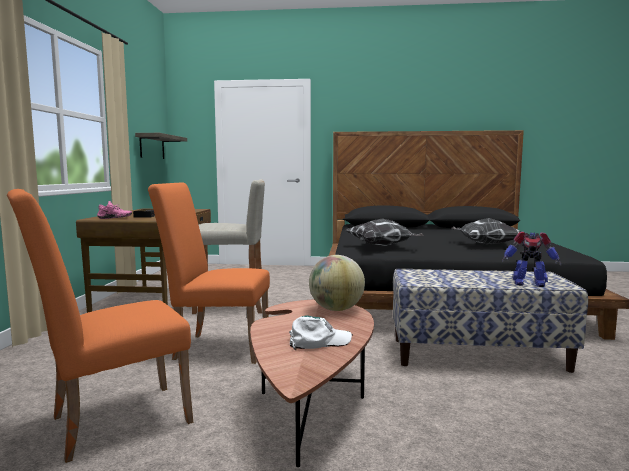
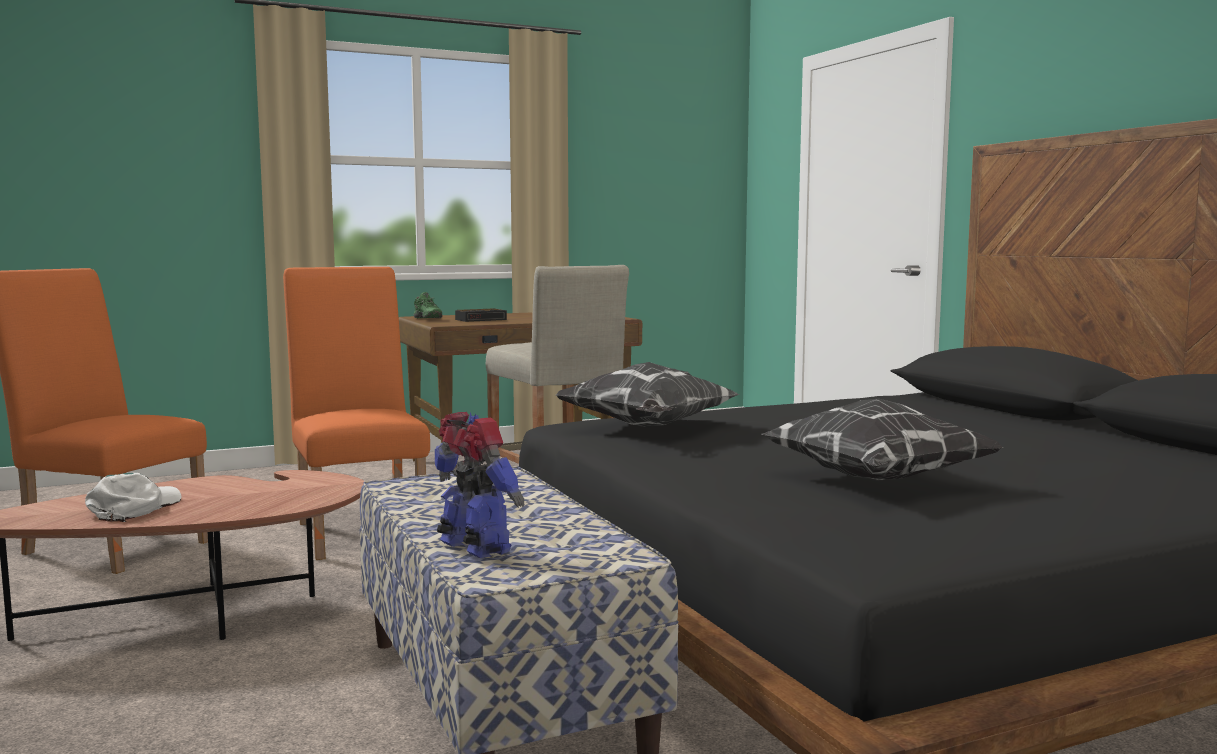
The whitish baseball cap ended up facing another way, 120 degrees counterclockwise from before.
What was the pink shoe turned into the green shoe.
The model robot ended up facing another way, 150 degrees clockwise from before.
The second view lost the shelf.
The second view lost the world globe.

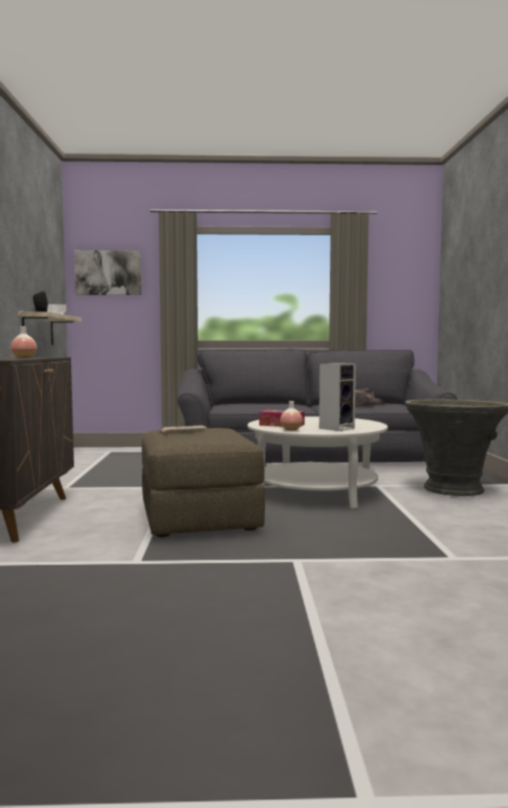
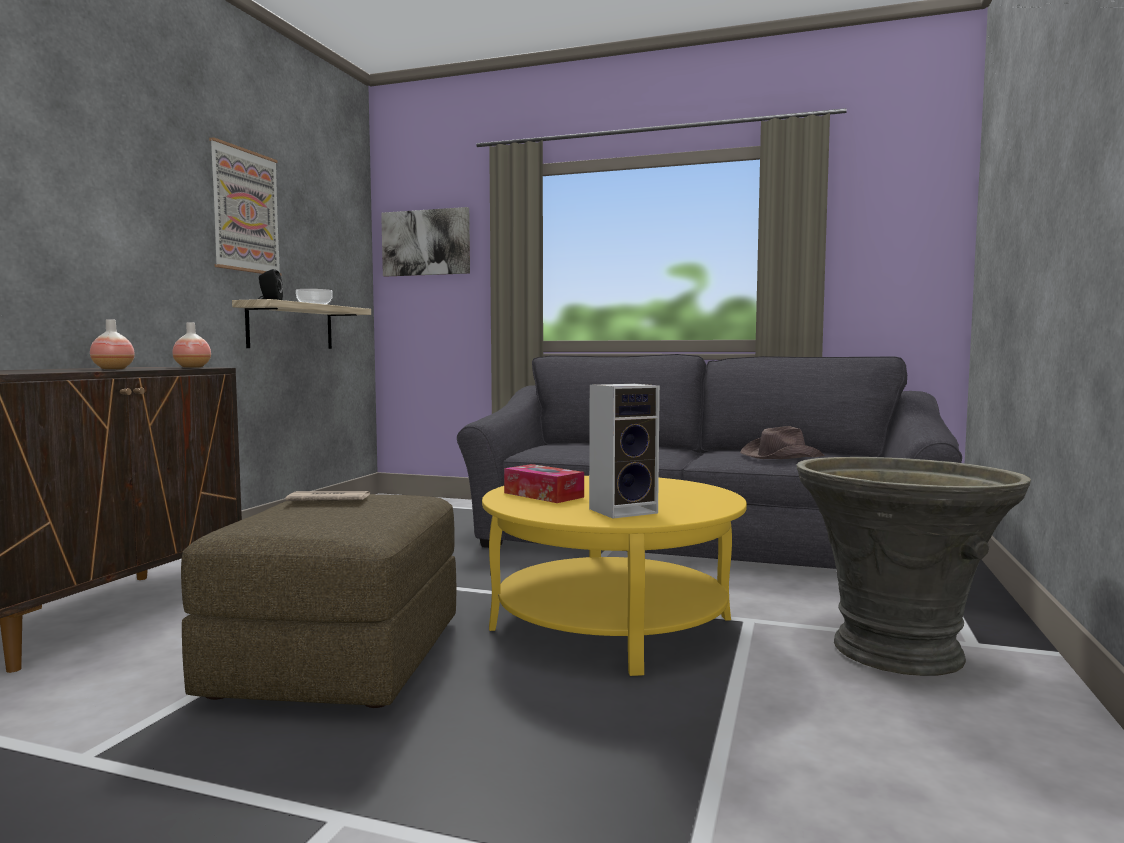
The decorative vase (no. 2 from left) ended up elsewhere.
The second view gained the wall art (no. 1 from left).
What was the whitish lounge table turned into the yellow lounge table.

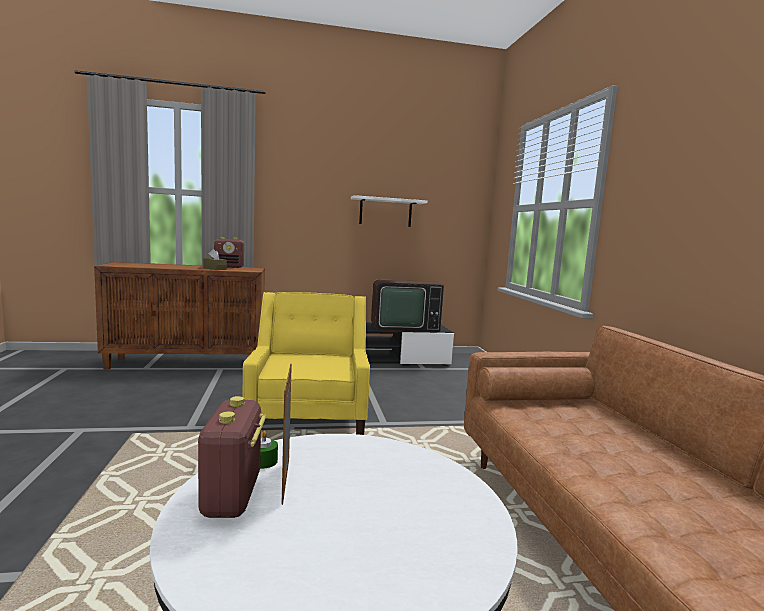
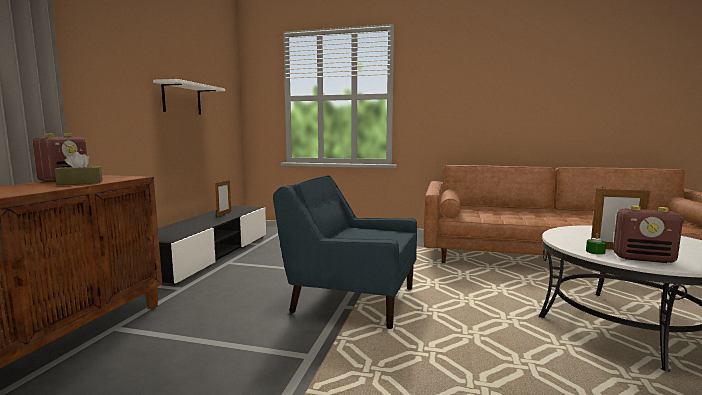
Where the TV set stood, the photo frame (no. 1 from left) came to stand.
What was the yellow easy chair turned into the bluish easy chair.

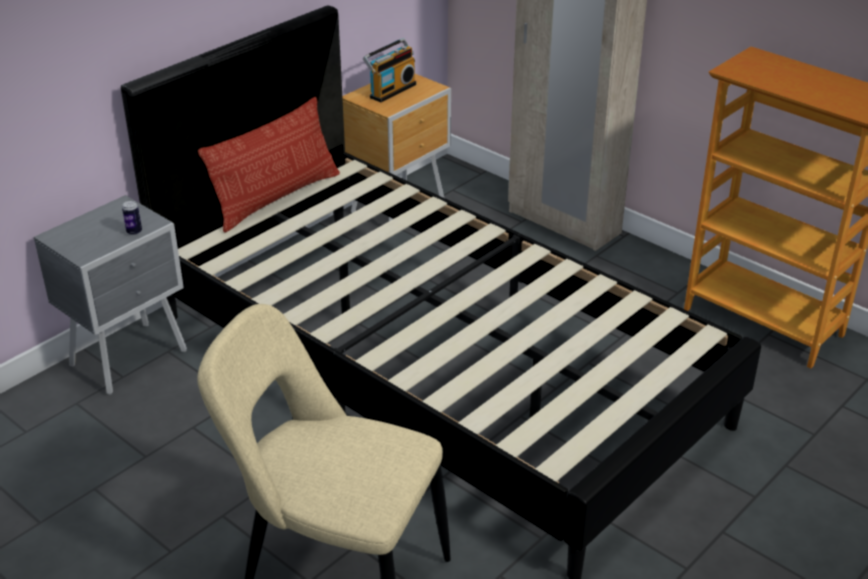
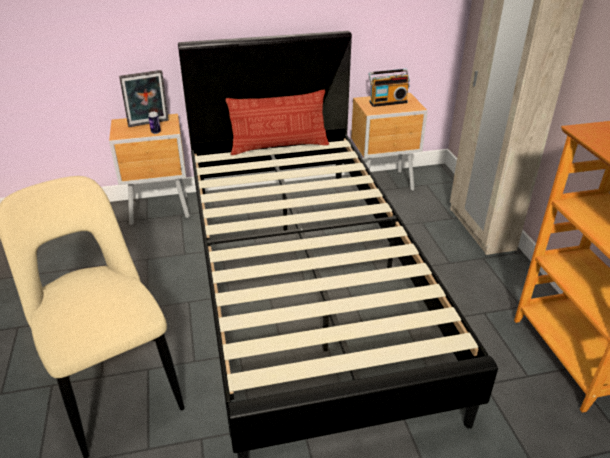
What was the gray bedside table turned into the brown-coloured bedside table (no. 1 from left).
The second view gained the photo frame.

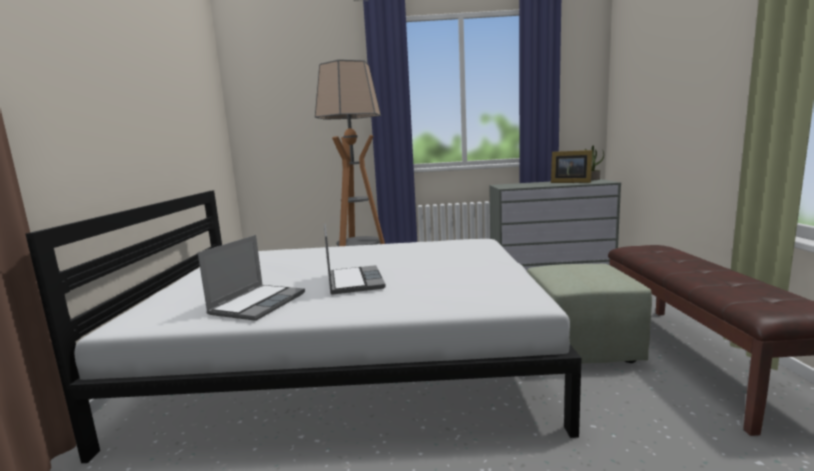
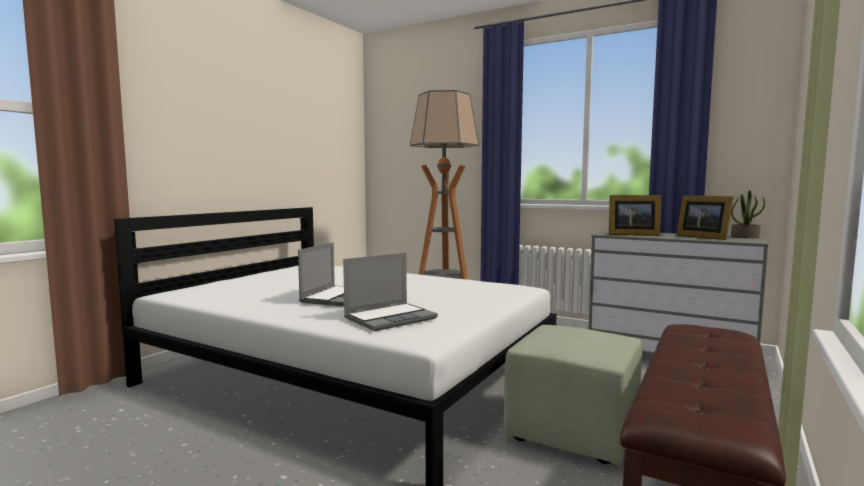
The laptop (no. 1 from left in the first image) ended up elsewhere.
The second view gained the photo frame (no. 1 from left).

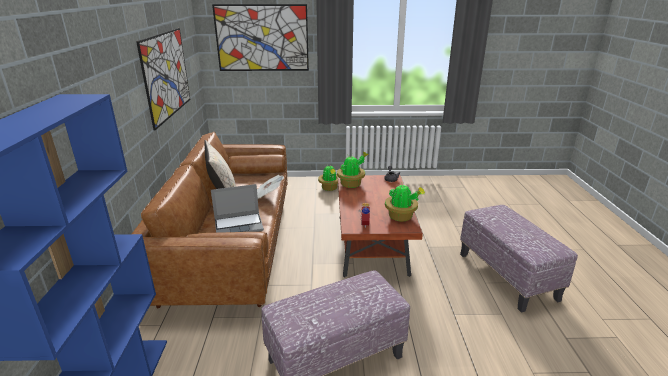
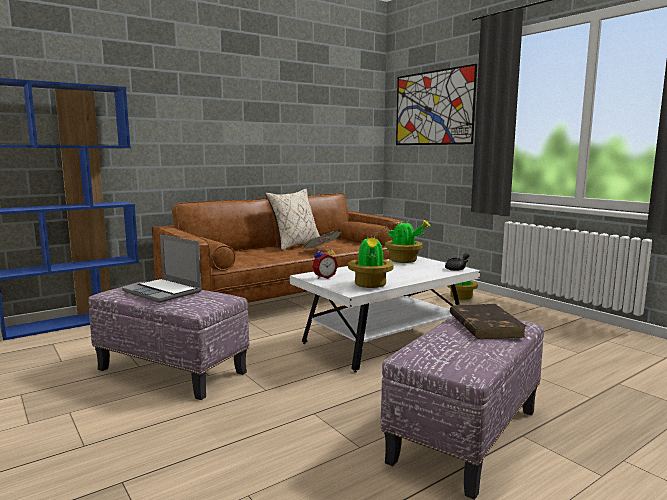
The laptop ended up elsewhere.
What was the brown-coloured lounge table turned into the whitish lounge table.
The second view gained the brown-coloured volume.
The second view lost the wall art (no. 1 from left).

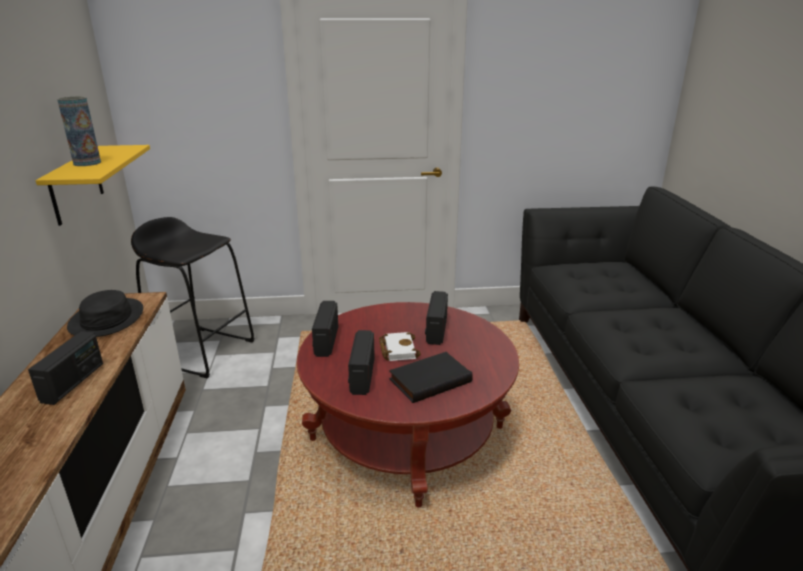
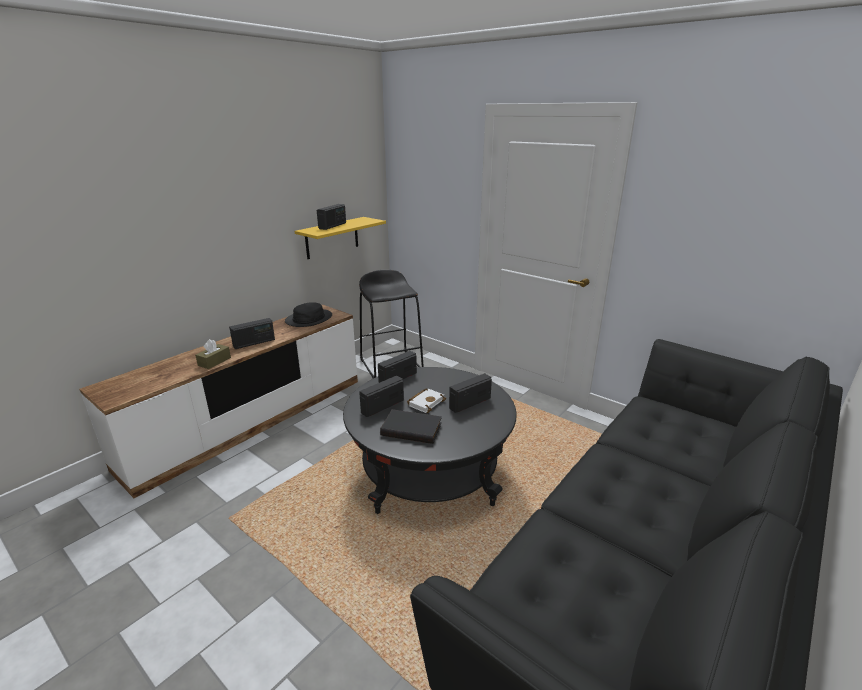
The second view gained the brown-coloured tissue box.
Where the decorative vase stood, the radio (no. 2 from left) came to stand.
What was the red lounge table turned into the black-coloured lounge table.

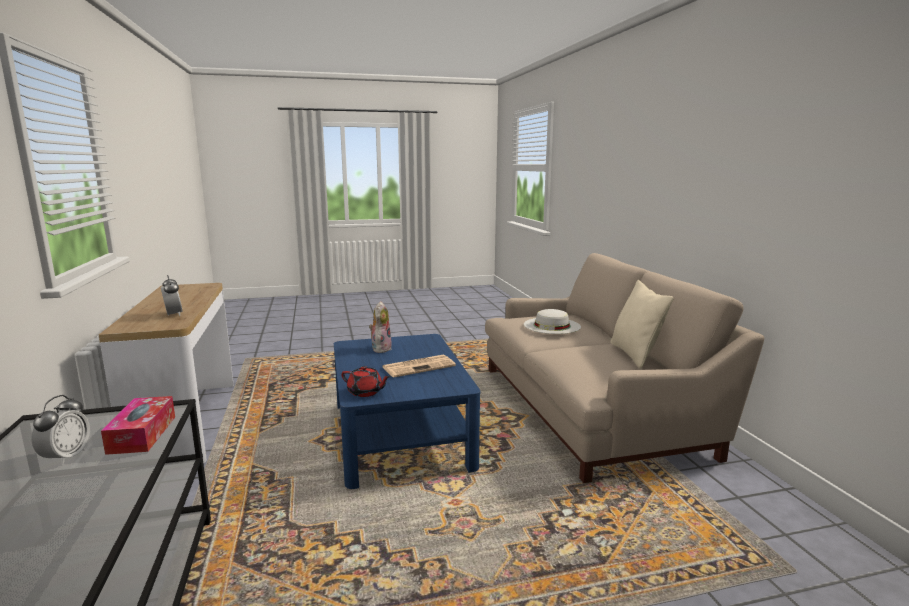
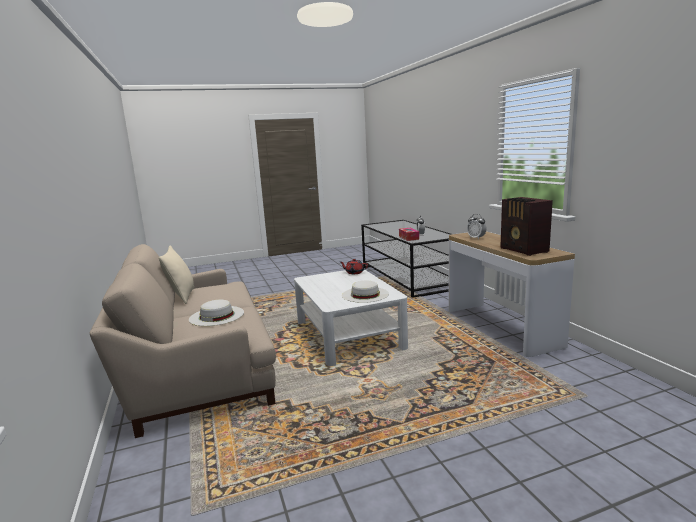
What was the bluish lounge table turned into the whitish lounge table.
Where the cuddly toy stood, the whitish hat (no. 2 from left) came to stand.
The second view gained the radio.
The second view lost the newspaper.

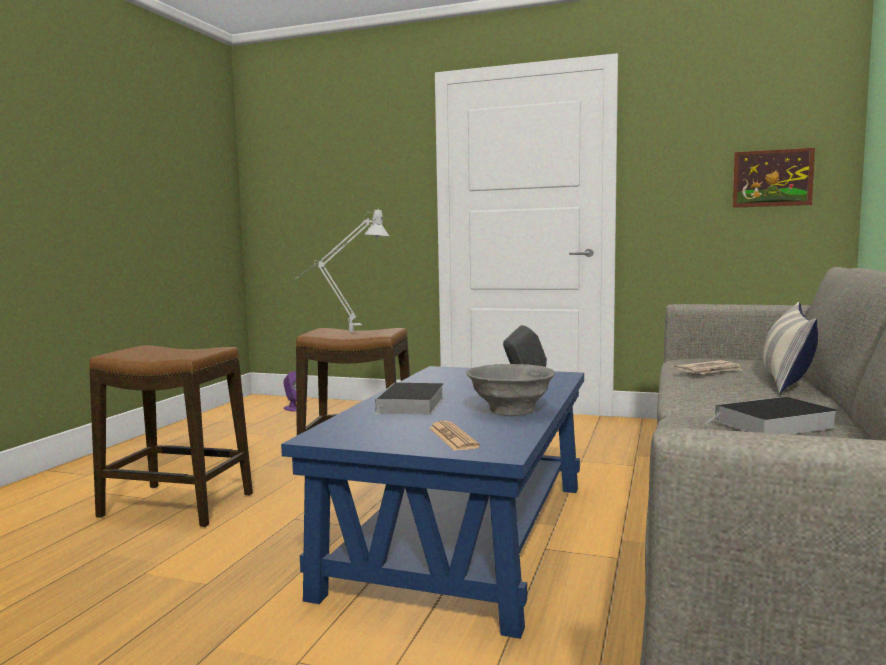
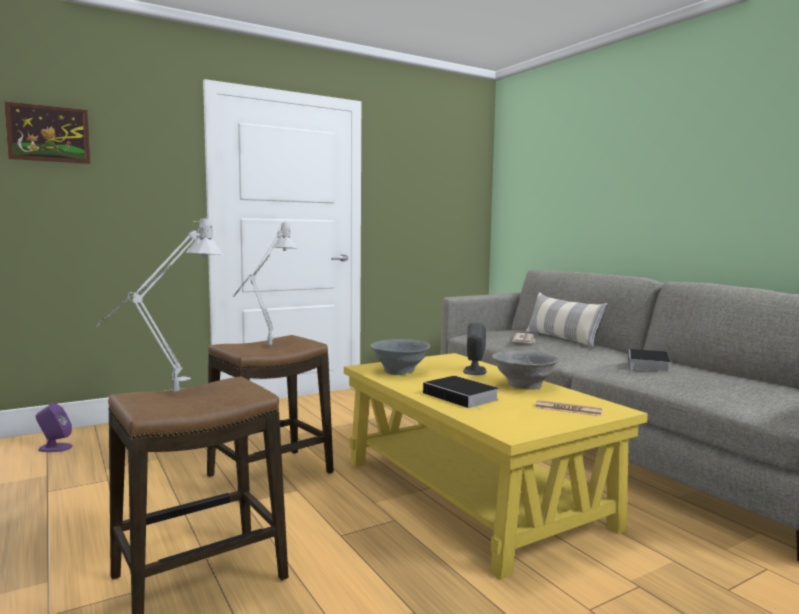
The wall art ended up elsewhere.
The second view gained the gray lamp for a table (no. 1 from left).
What was the bluish lounge table turned into the yellow lounge table.
The second view gained the gray deep dish (no. 1 from left).

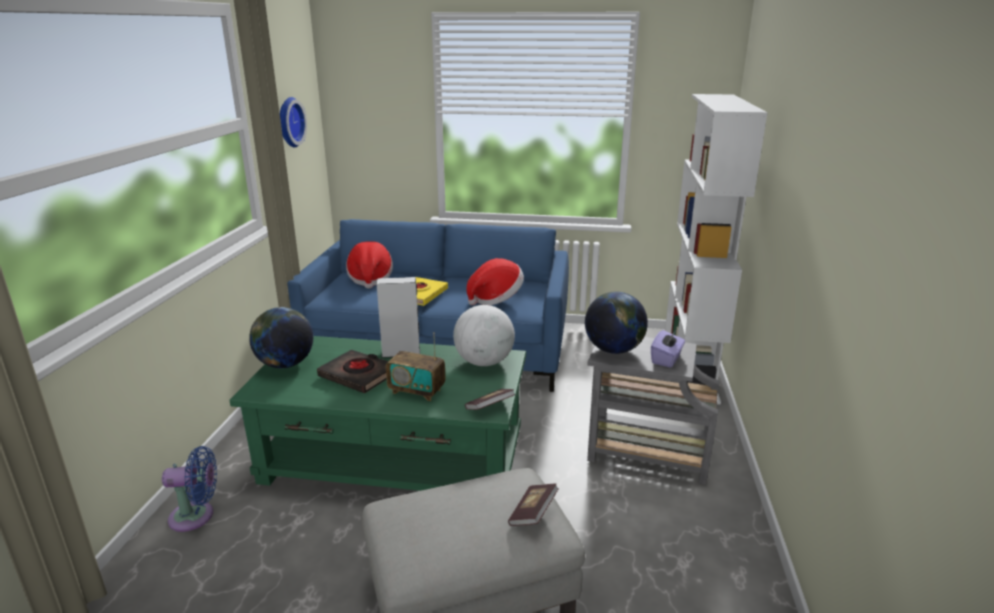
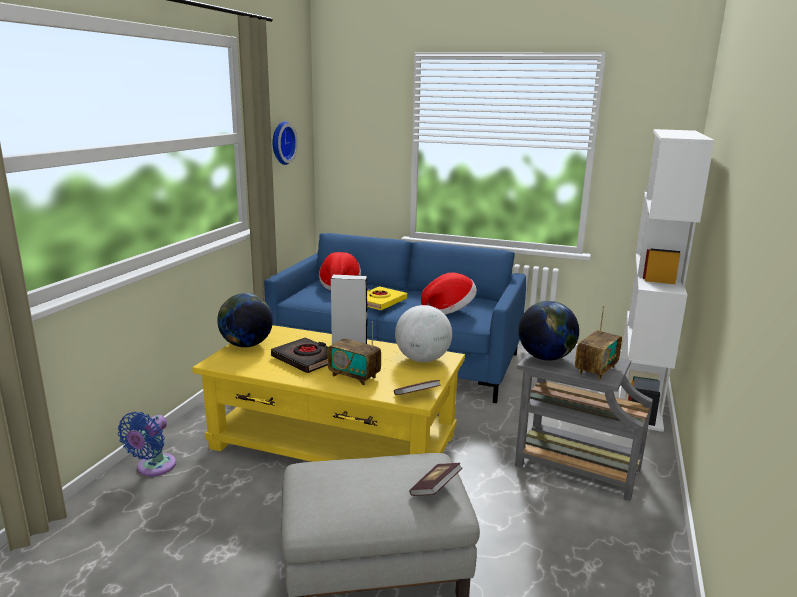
The bluish cooling fan ended up facing another way, 105 degrees clockwise from before.
What was the green lounge table turned into the yellow lounge table.
Where the purplish tissue box stood, the radio (no. 2 from left) came to stand.

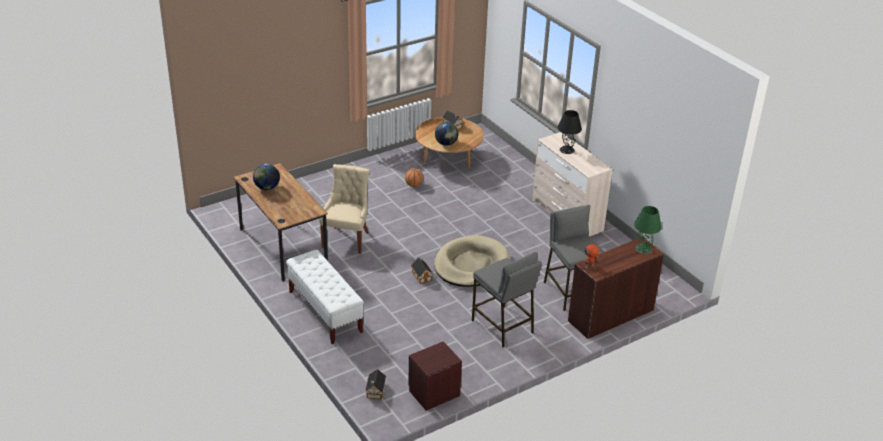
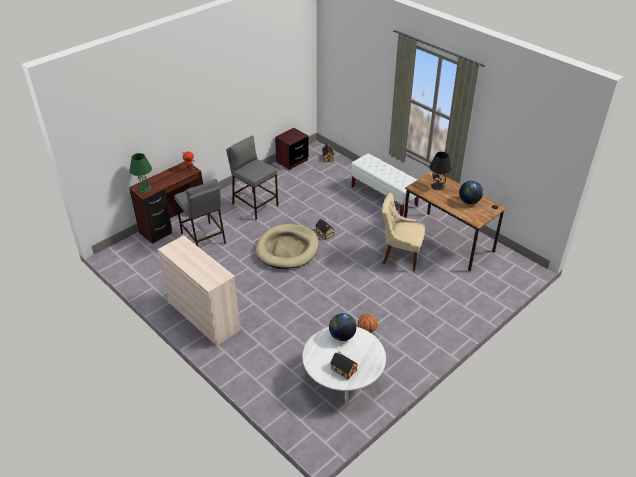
What was the brown-coloured lounge table turned into the whitish lounge table.
The sand-coloured plain chair ended up facing another way, 105 degrees clockwise from before.
The black-coloured lamp for a table ended up elsewhere.

